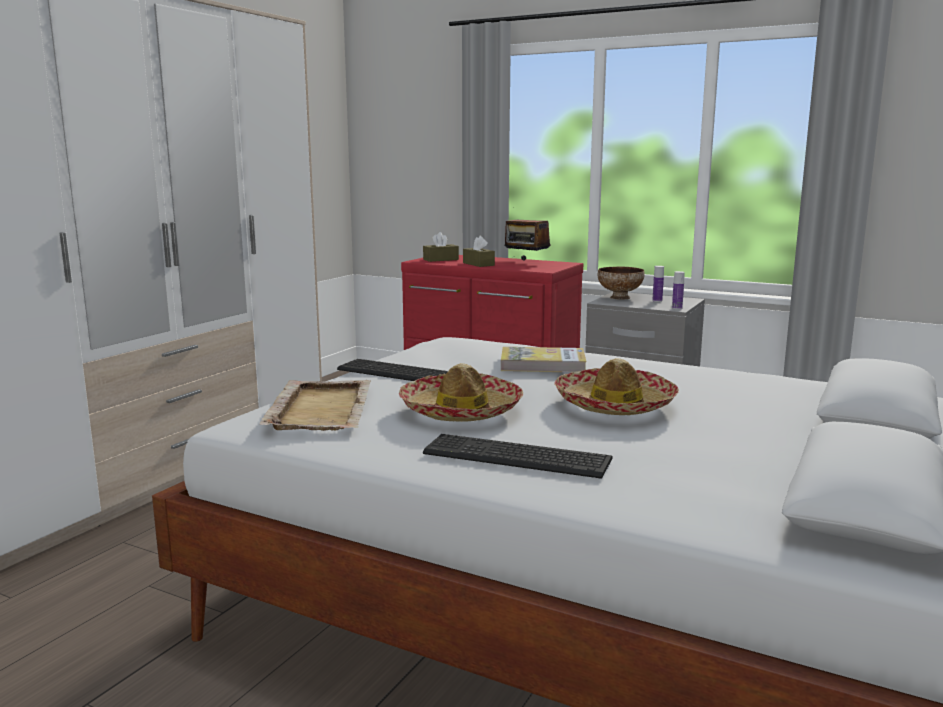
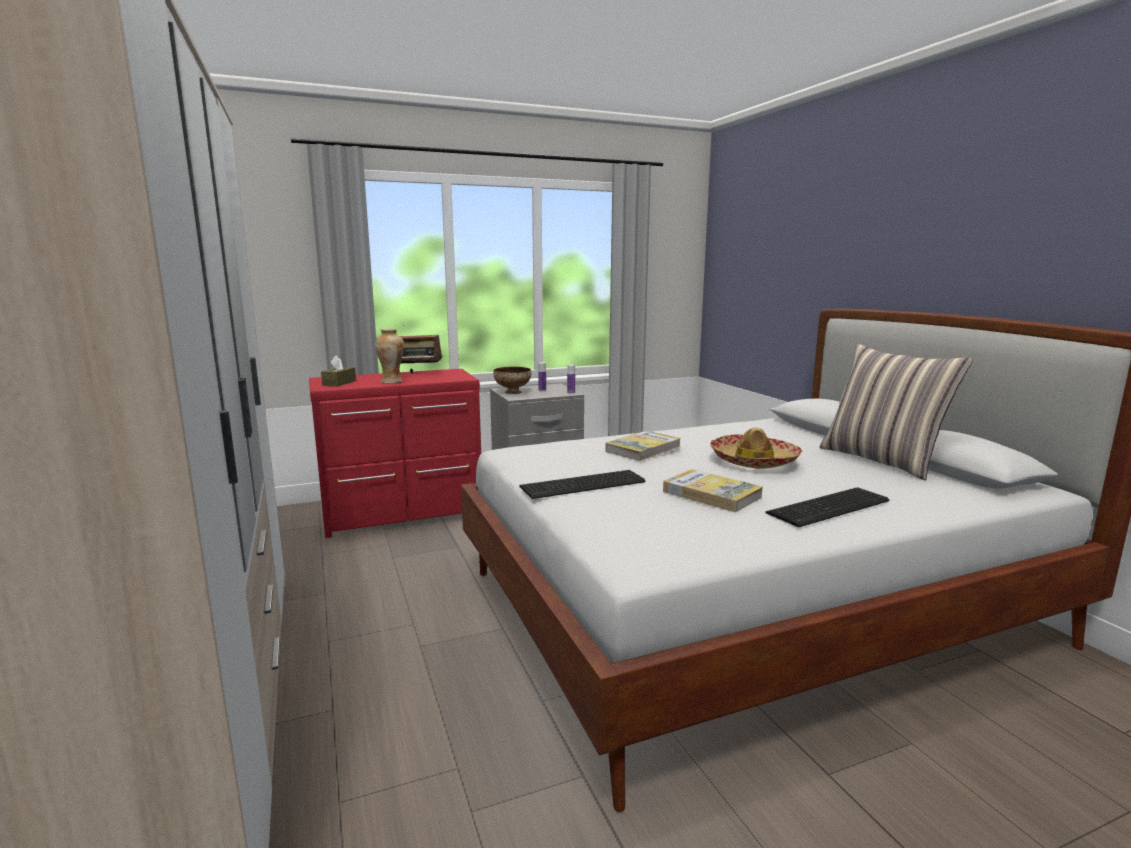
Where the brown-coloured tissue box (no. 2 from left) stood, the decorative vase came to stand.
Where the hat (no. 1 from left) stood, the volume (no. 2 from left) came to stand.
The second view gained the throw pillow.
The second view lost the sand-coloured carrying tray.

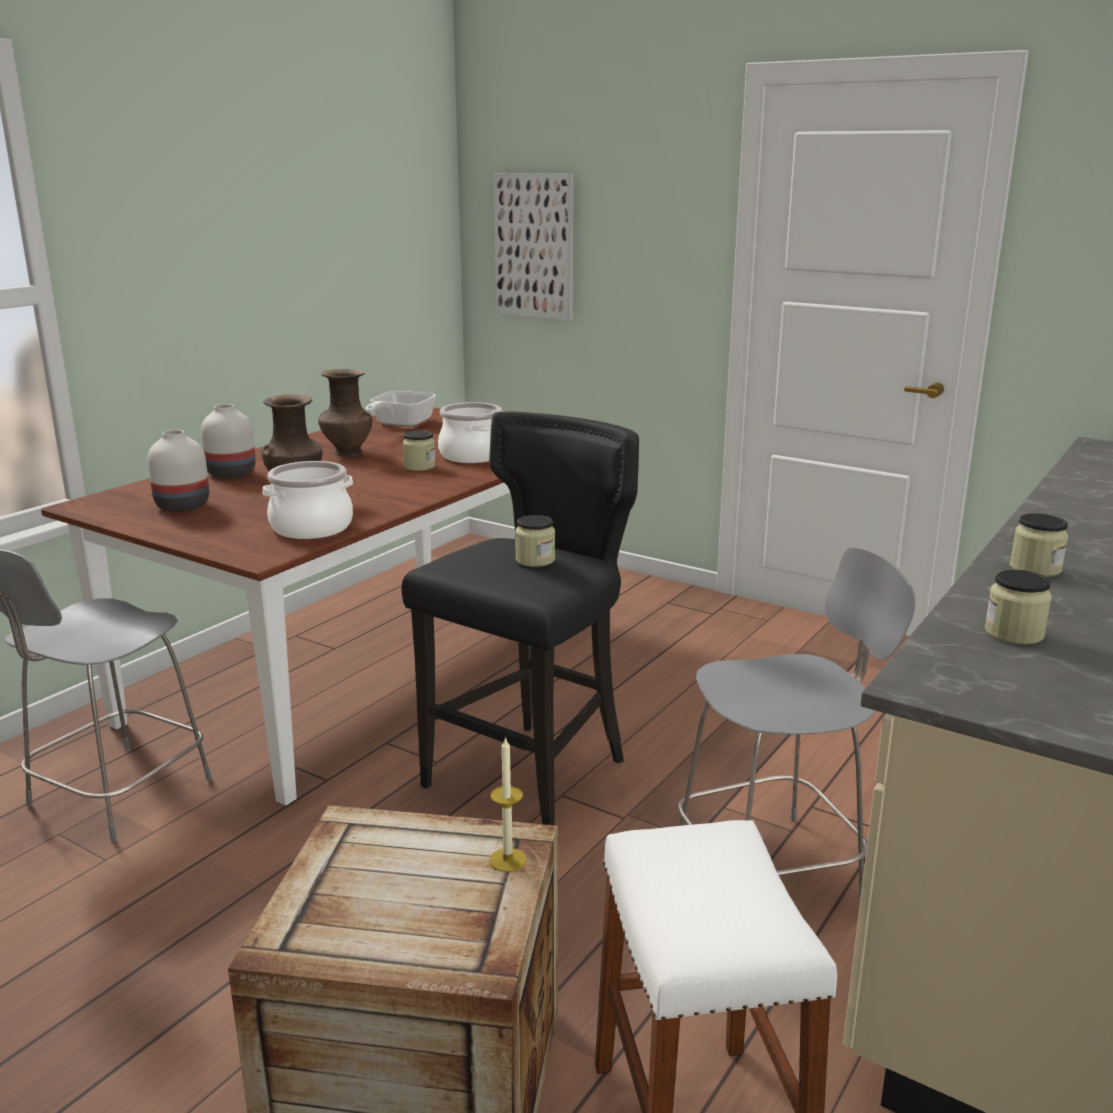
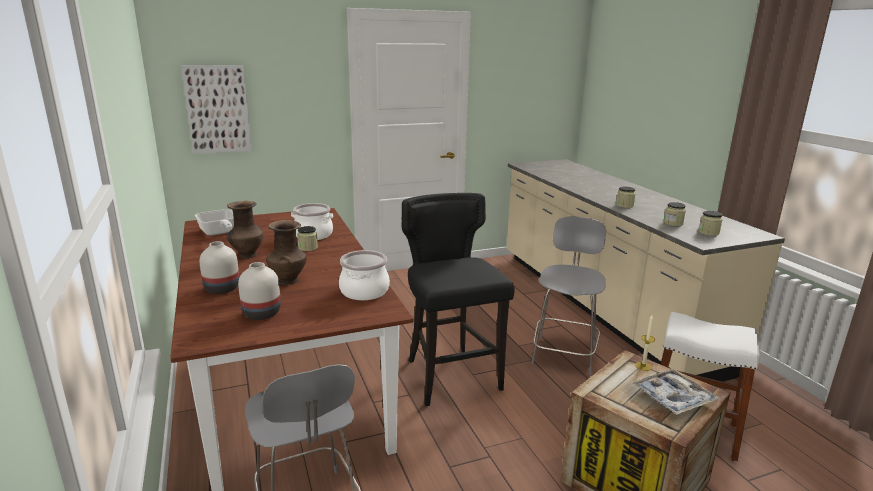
The second view gained the carrying tray.
The preserve jar (no. 2 from left in the first image) ended up elsewhere.

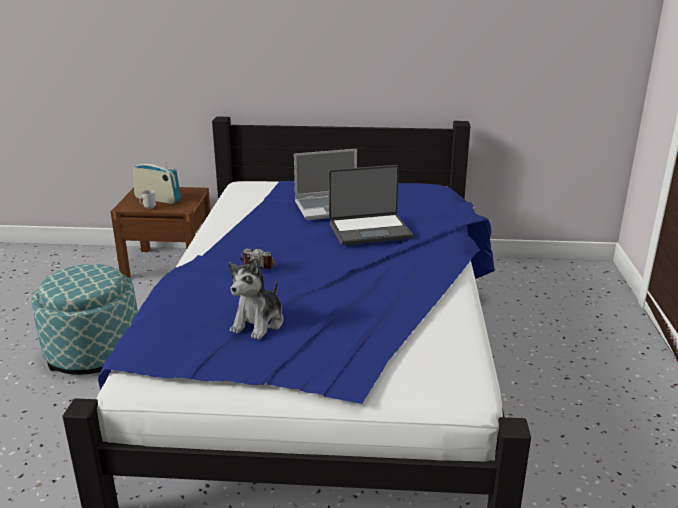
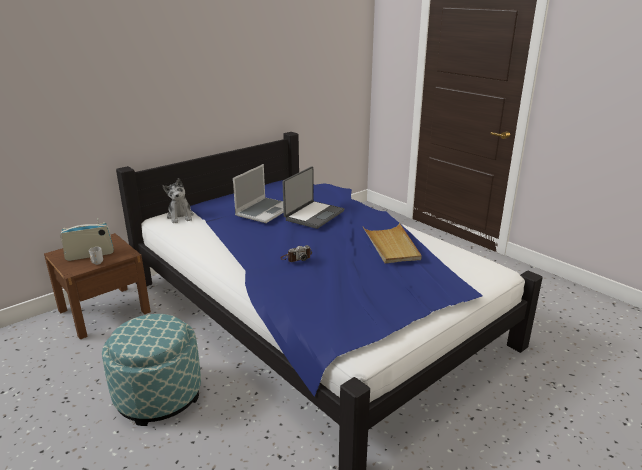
The cuddly toy ended up elsewhere.
The second view gained the sand-coloured carrying tray.

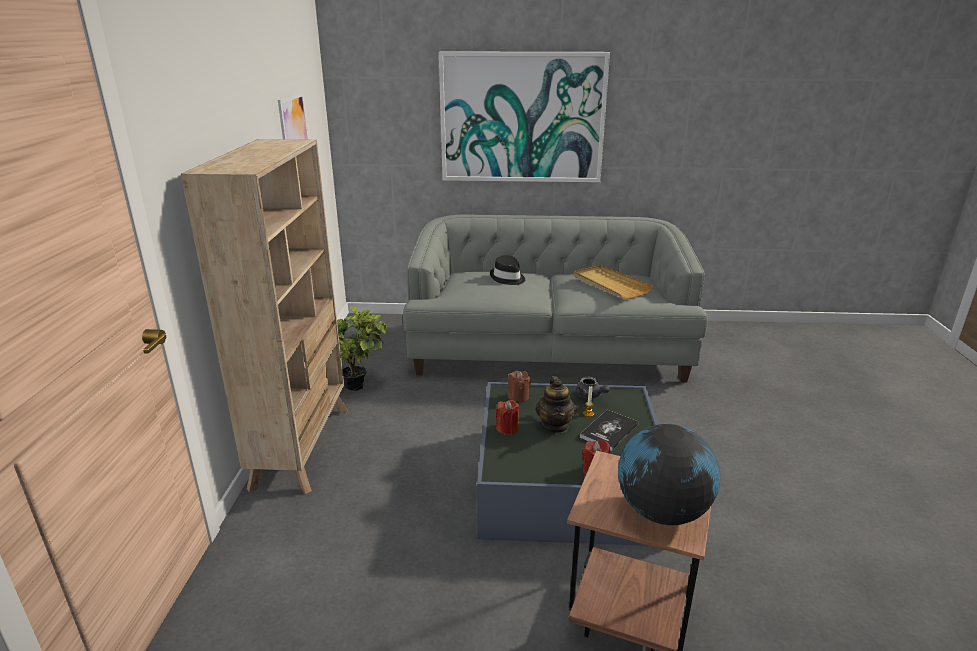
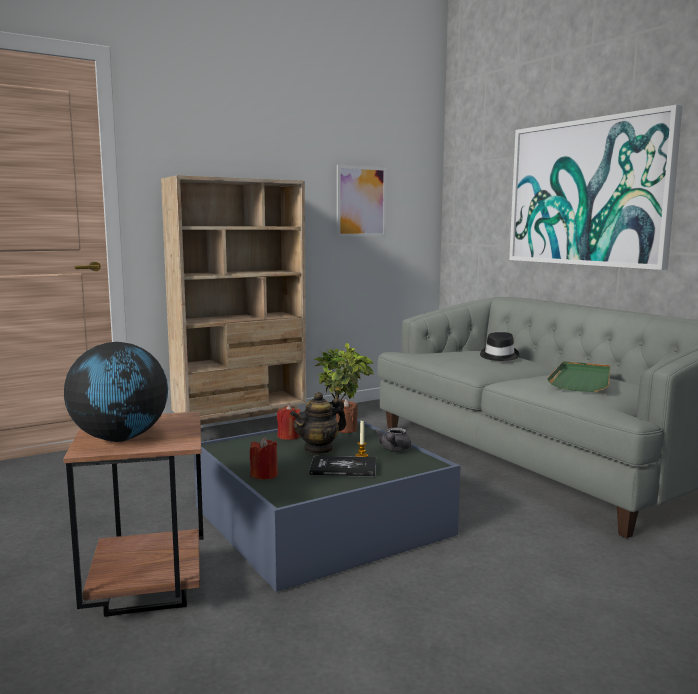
What was the sand-coloured carrying tray turned into the green carrying tray.

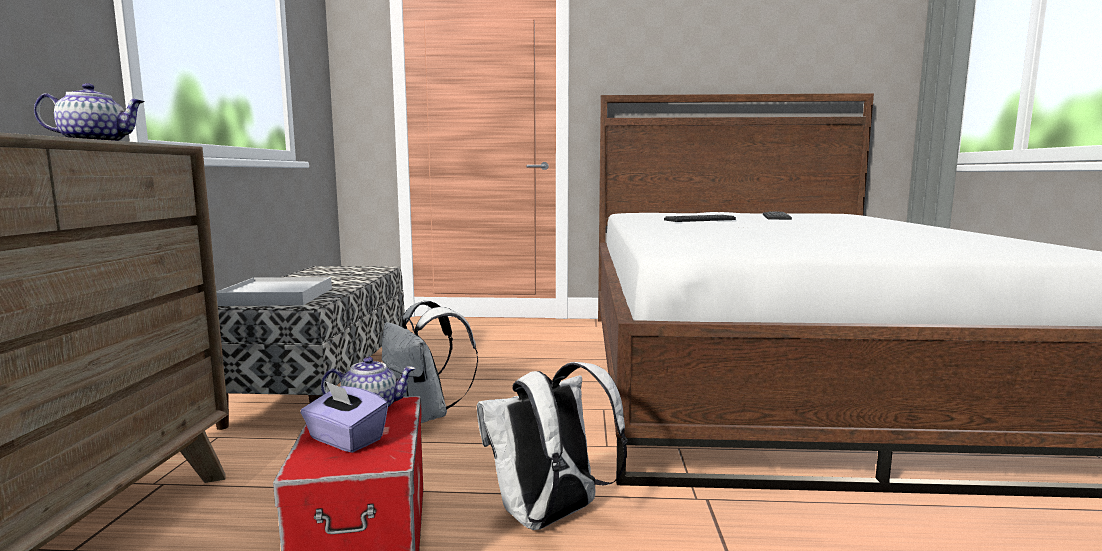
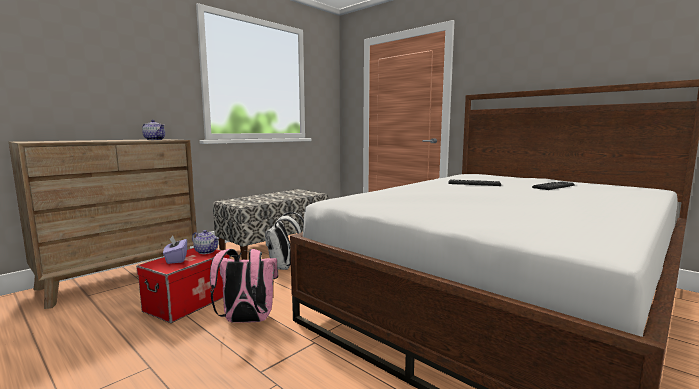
What was the whitish backpack (no. 2 from left) turned into the pink backpack.
The second view lost the whitish carrying tray.

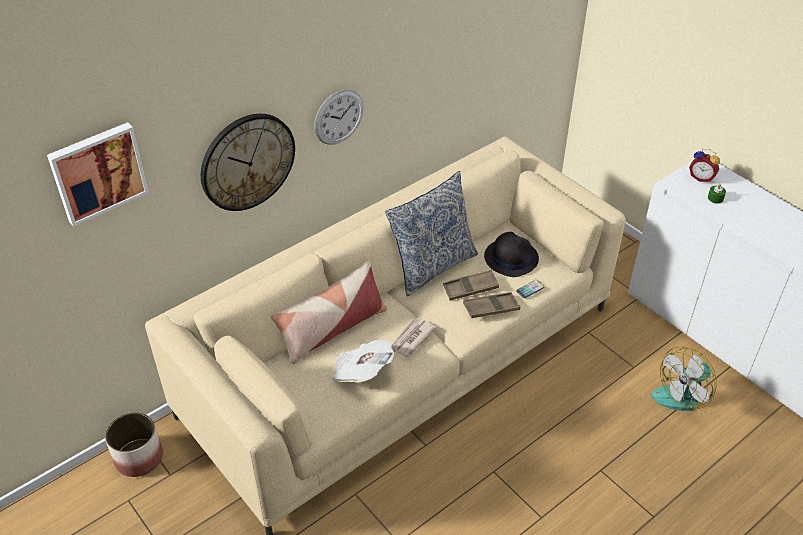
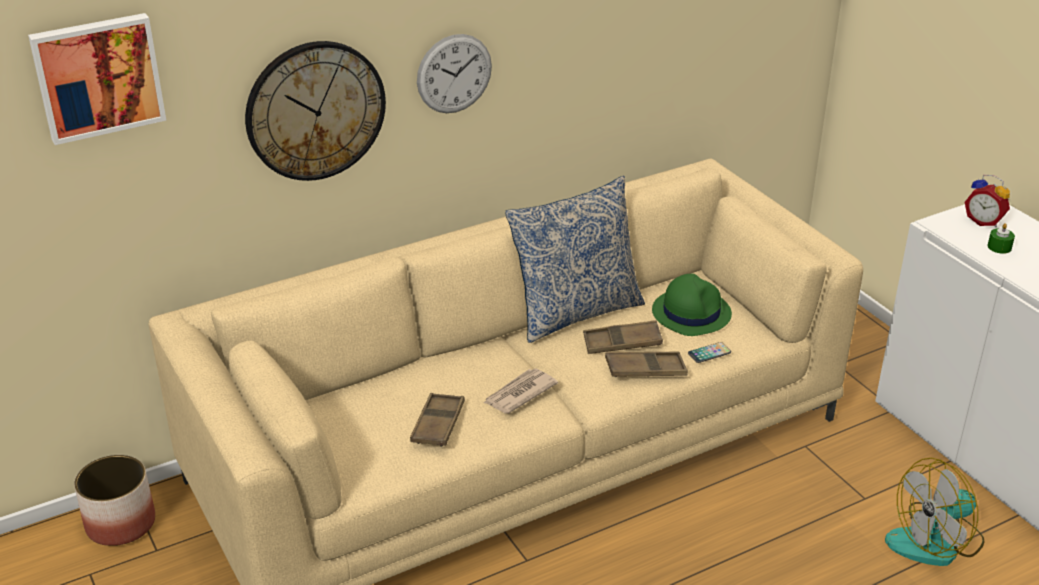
Where the newspaper (no. 1 from left) stood, the brown-coloured carrying tray (no. 1 from left) came to stand.
What was the black-coloured hat turned into the green hat.
The second view lost the throw pillow (no. 1 from left).

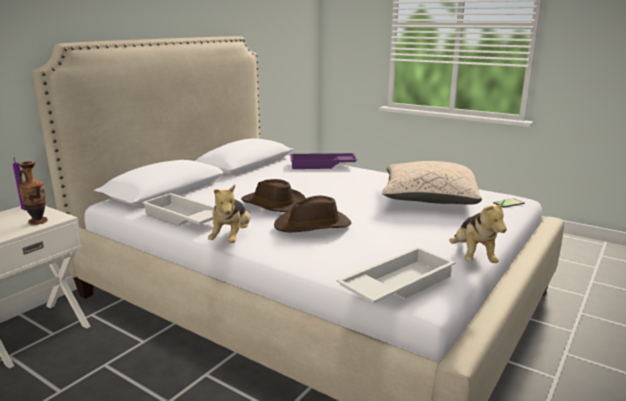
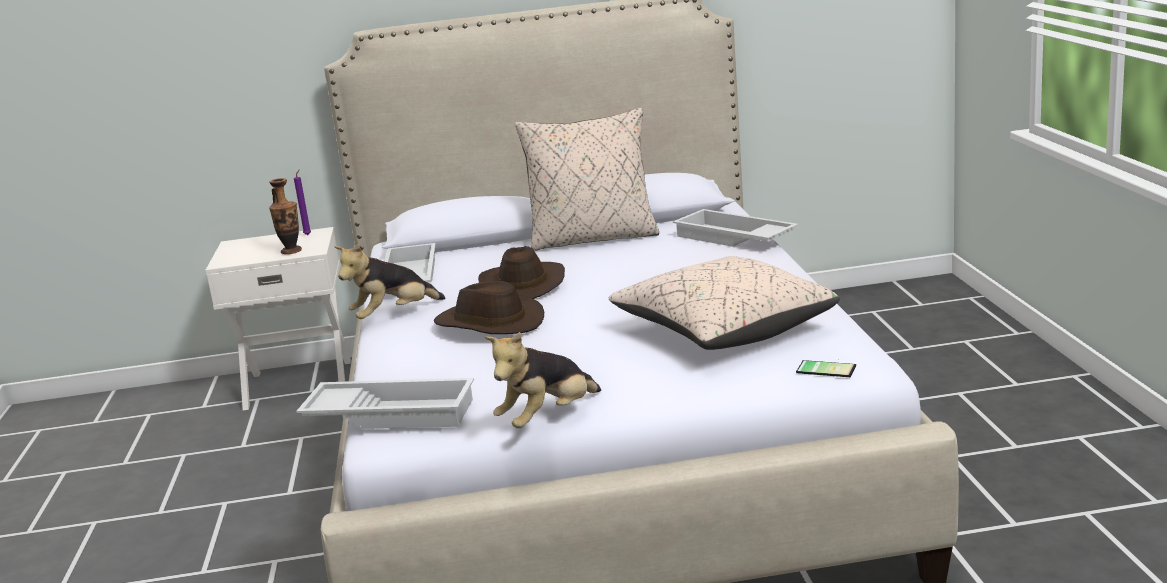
The second view gained the sand-coloured throw pillow (no. 1 from left).
What was the purplish carrying tray turned into the whitish carrying tray (no. 3 from left).

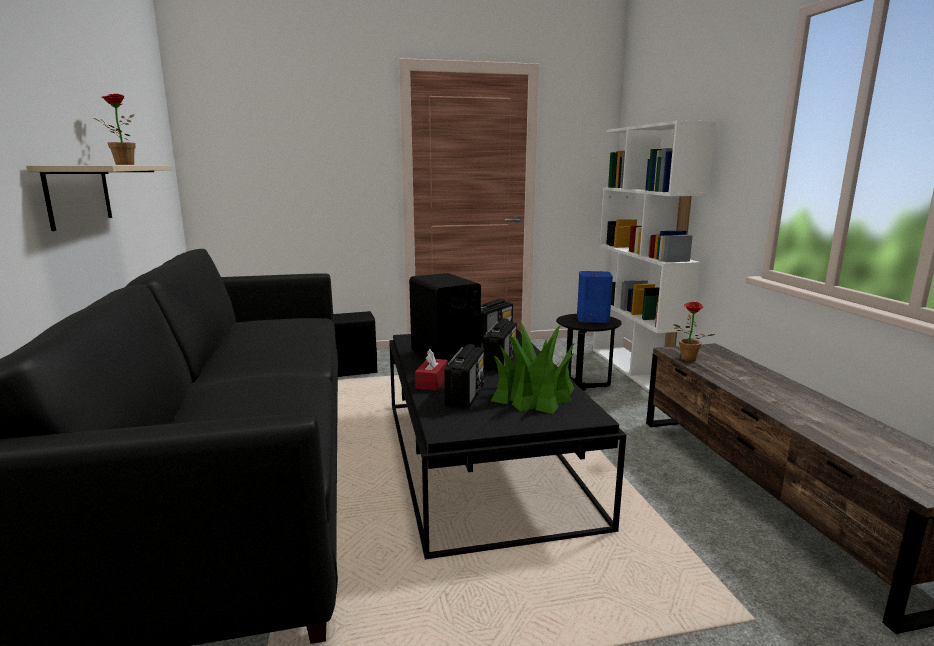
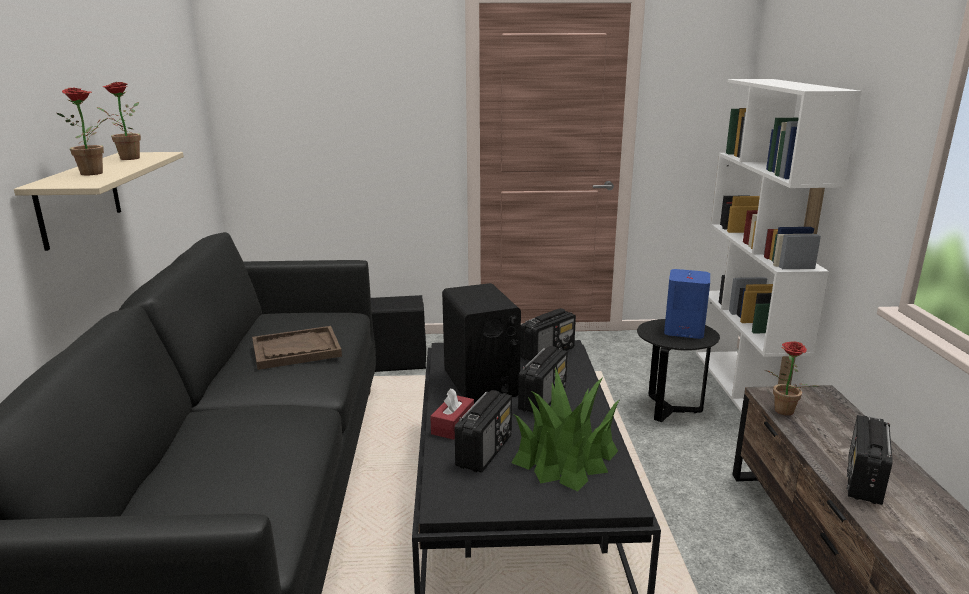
The second view gained the potted plant (no. 1 from left).
The second view gained the brown-coloured carrying tray.
The second view gained the radio (no. 4 from left).

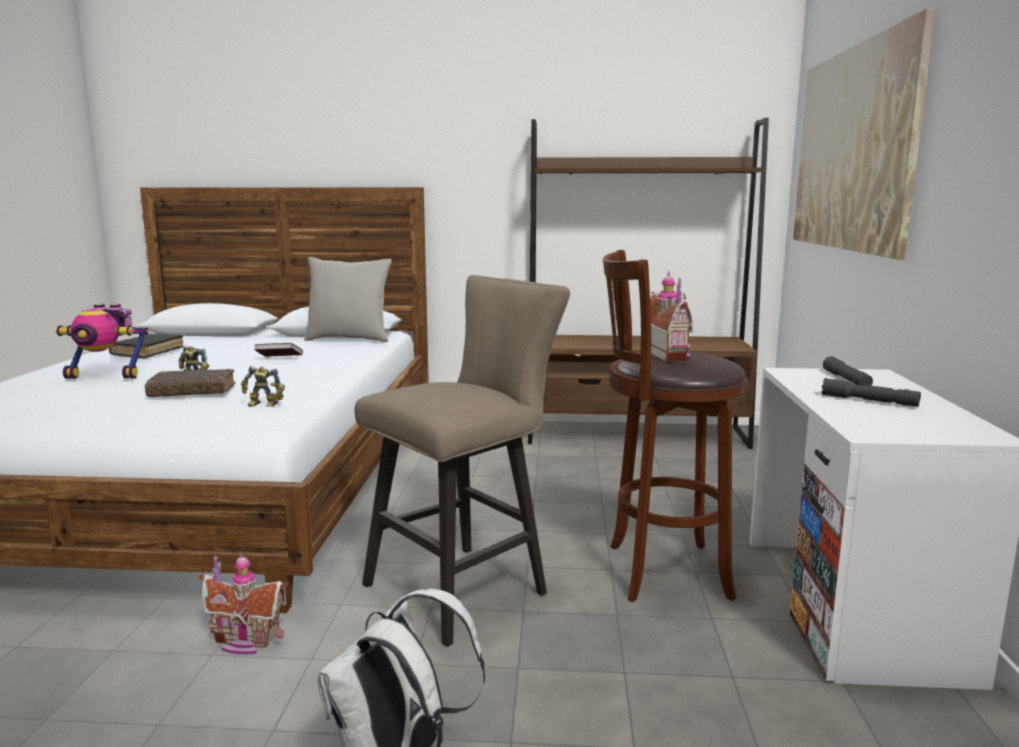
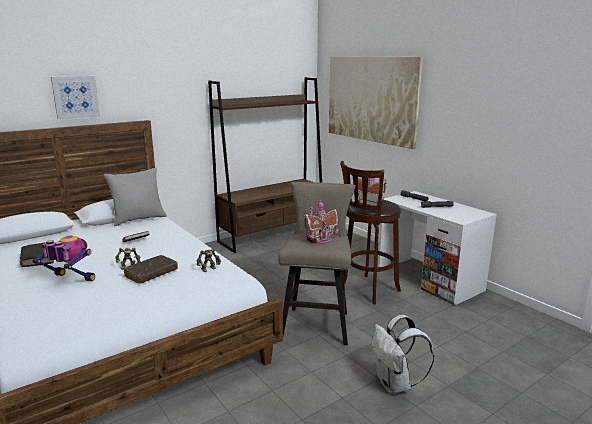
The model robot (no. 1 from left) ended up facing another way, 120 degrees counterclockwise from before.
The second view gained the wall art (no. 1 from left).
The toy house (no. 1 from left) ended up elsewhere.

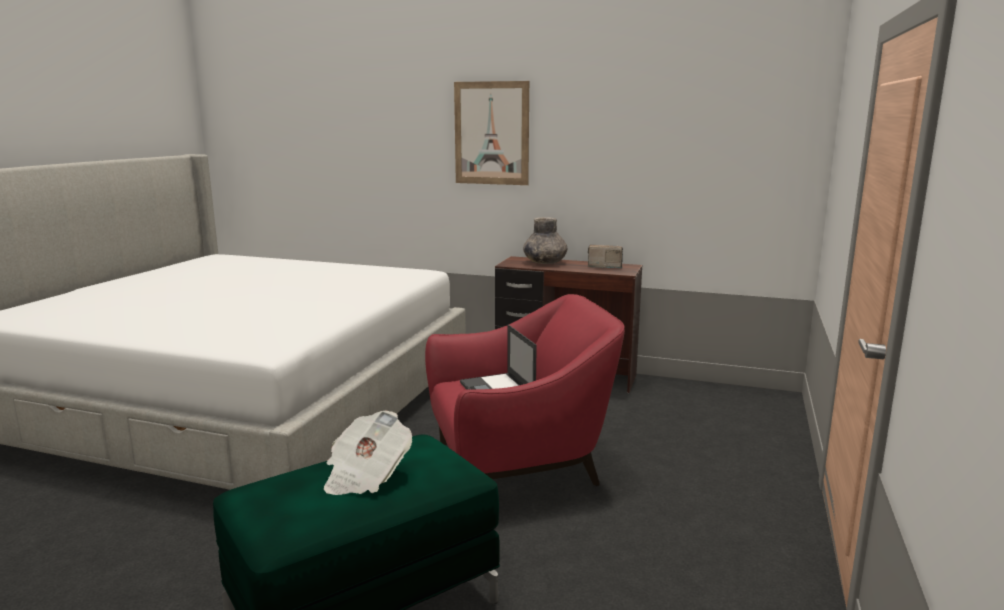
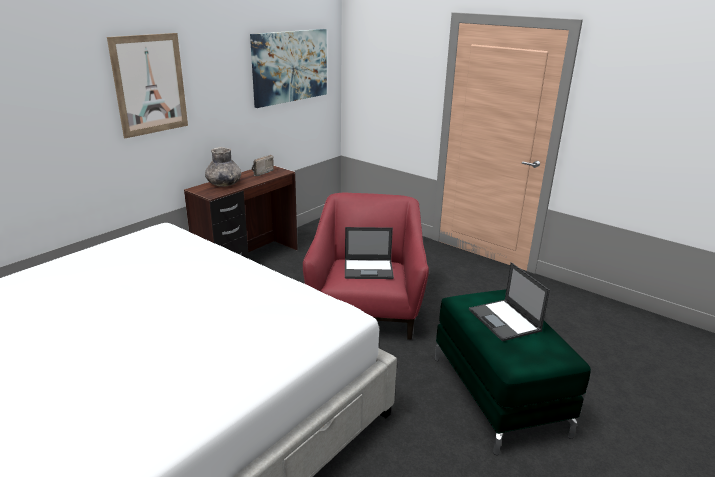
The second view gained the wall art (no. 2 from left).
Where the newspaper stood, the laptop (no. 2 from left) came to stand.

